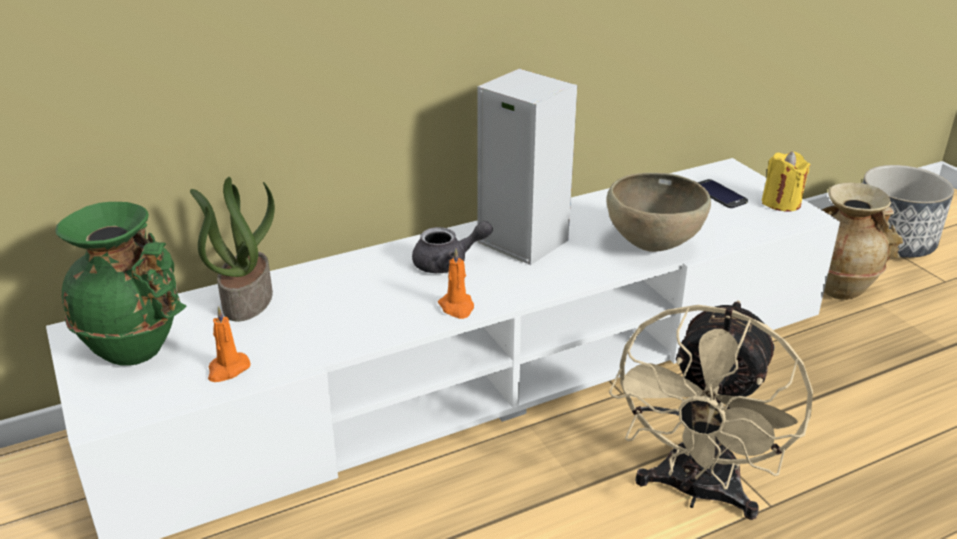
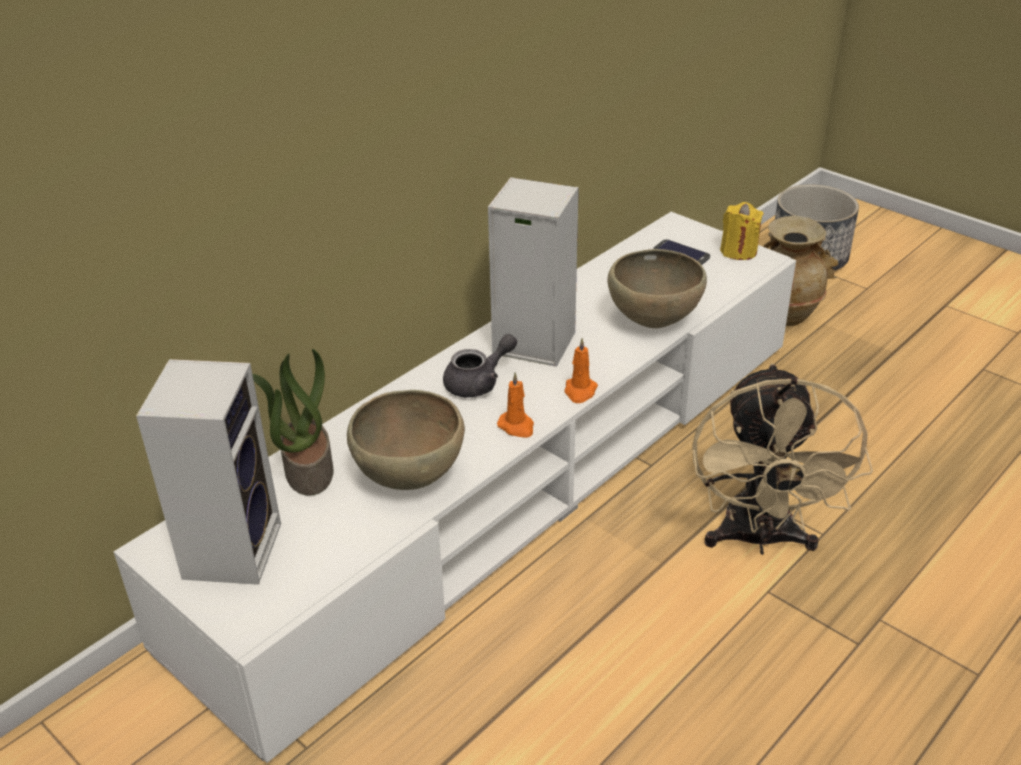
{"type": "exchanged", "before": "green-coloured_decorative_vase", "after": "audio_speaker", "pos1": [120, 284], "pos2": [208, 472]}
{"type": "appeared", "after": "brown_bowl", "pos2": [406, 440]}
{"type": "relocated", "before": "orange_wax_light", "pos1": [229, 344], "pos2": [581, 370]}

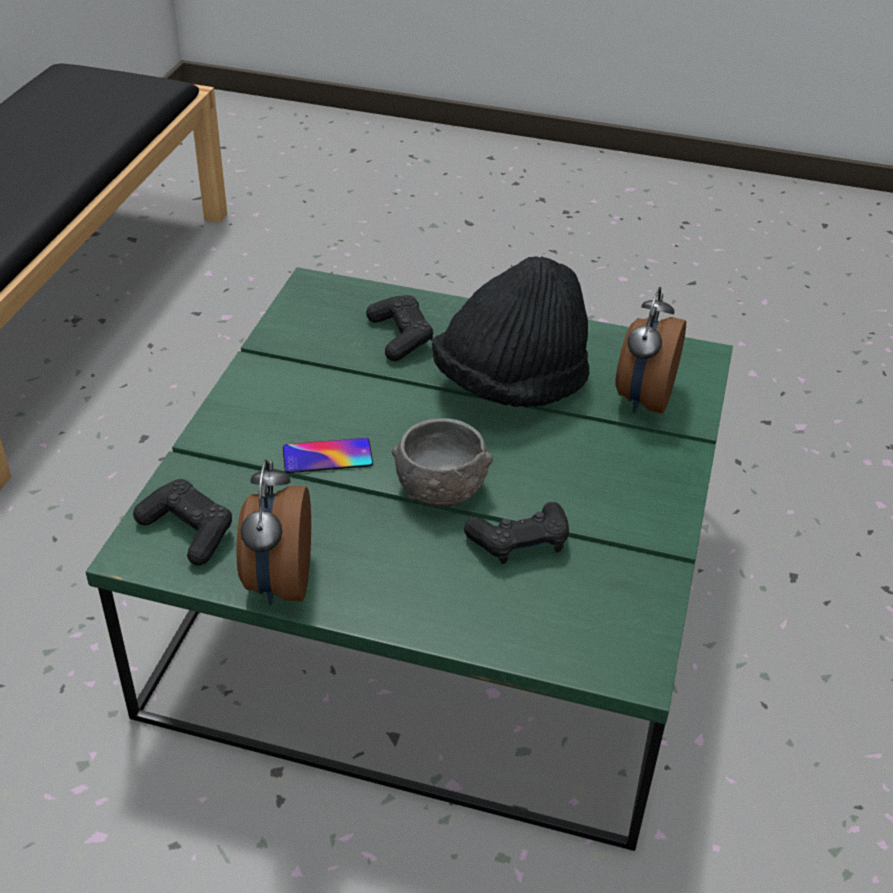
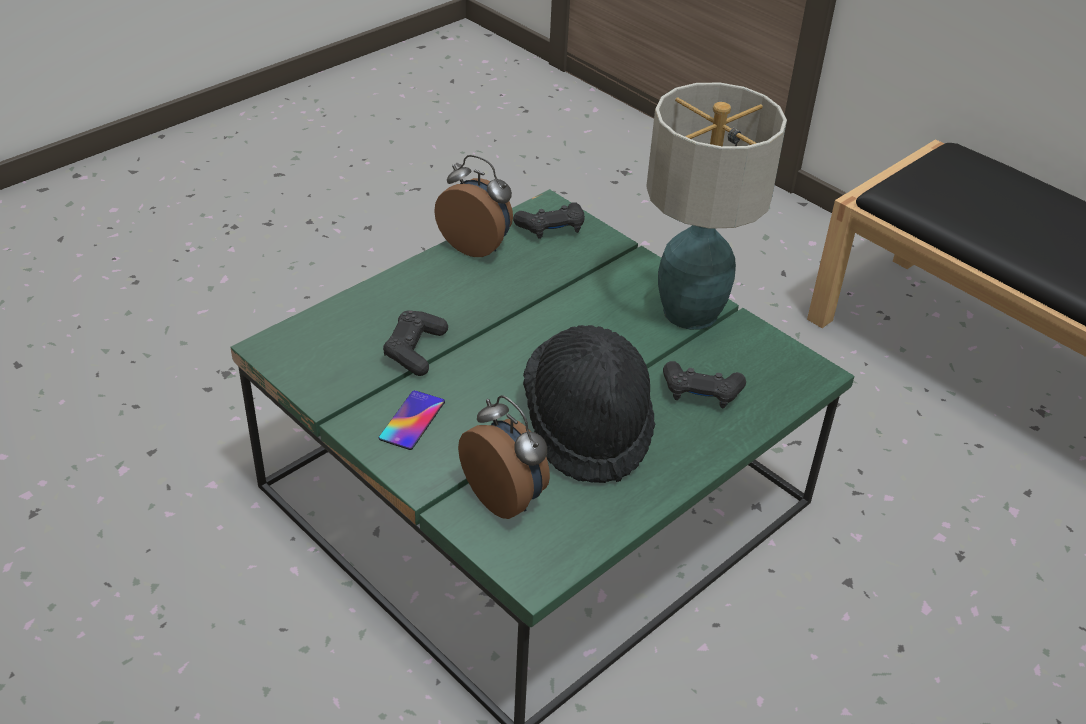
{"type": "relocated", "before": "telephone", "pos1": [328, 455], "pos2": [412, 420]}
{"type": "appeared", "after": "lamp_for_a_table", "pos2": [716, 206]}
{"type": "missing", "before": "gray_bowl", "pos1": [442, 462]}

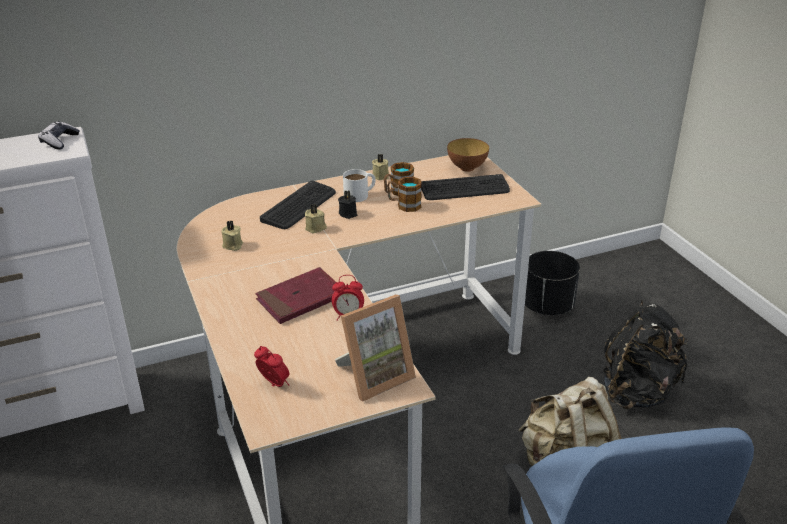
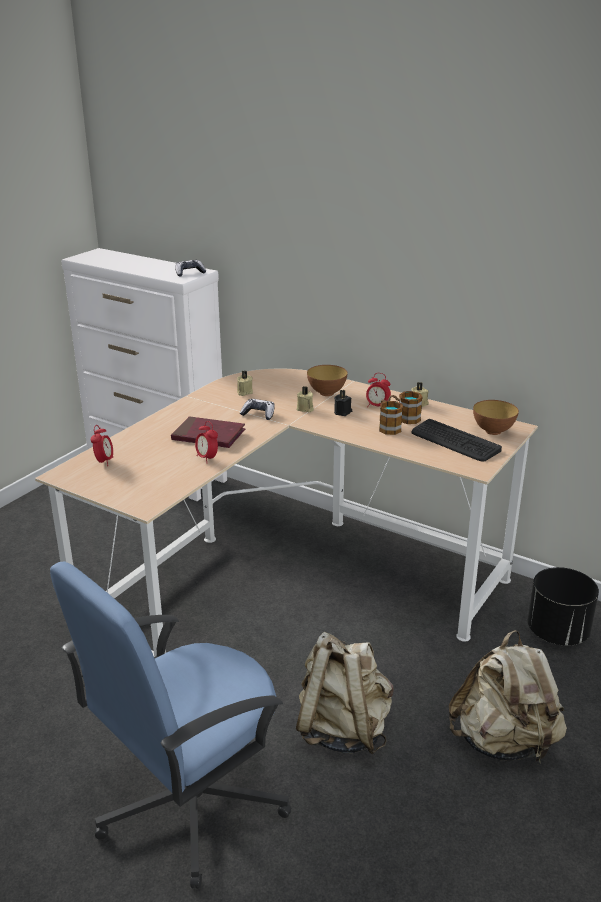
{"type": "appeared", "after": "joypad", "pos2": [257, 409]}
{"type": "exchanged", "before": "PC_keyboard", "after": "bowl", "pos1": [298, 205], "pos2": [327, 380]}
{"type": "exchanged", "before": "white-coloured_coffee_mug", "after": "alarm_clock", "pos1": [359, 185], "pos2": [378, 390]}
{"type": "colour", "before": "black_knapsack", "after": "sand-coloured_knapsack", "pos1": [645, 354], "pos2": [508, 697]}
{"type": "missing", "before": "photo_frame", "pos1": [375, 348]}

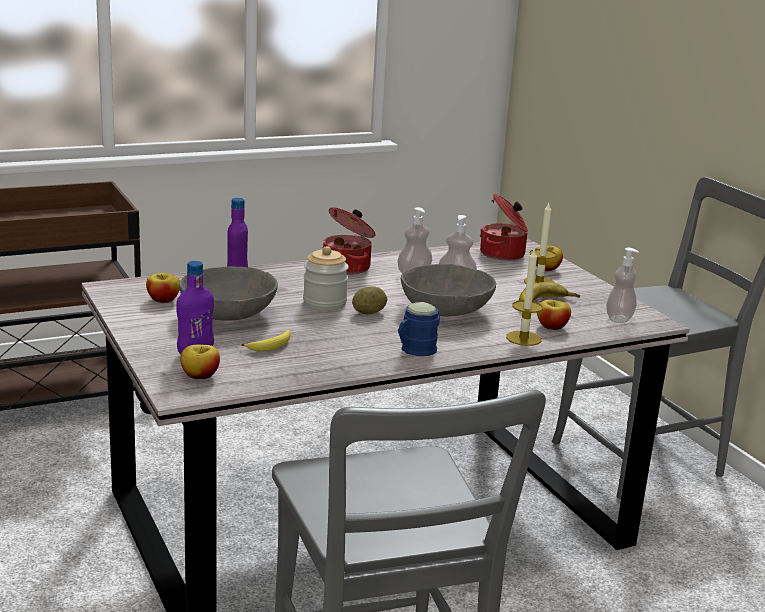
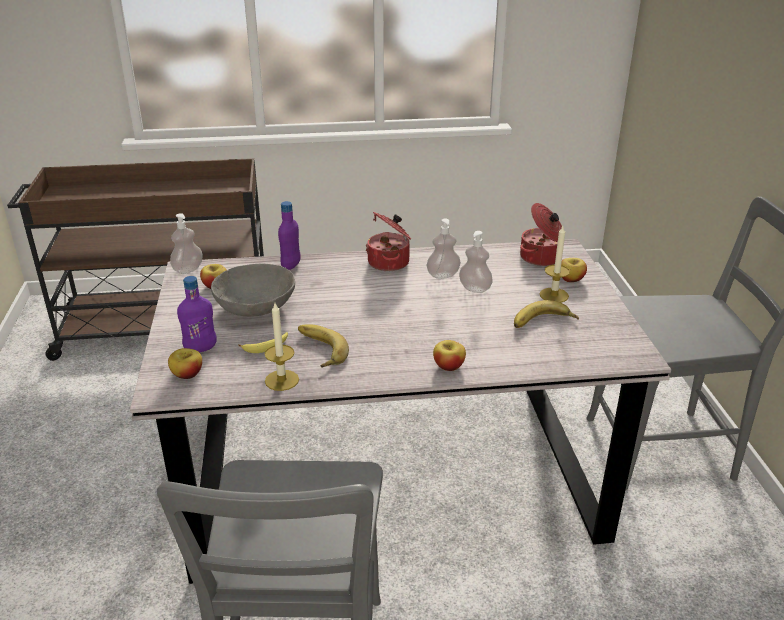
{"type": "relocated", "before": "soap_dispenser", "pos1": [622, 285], "pos2": [186, 243]}
{"type": "relocated", "before": "wax_light", "pos1": [524, 296], "pos2": [282, 347]}
{"type": "appeared", "after": "banana_fruit", "pos2": [323, 346]}
{"type": "relocated", "before": "whole_apple", "pos1": [554, 315], "pos2": [449, 355]}
{"type": "missing", "before": "storage_jar", "pos1": [326, 278]}
{"type": "missing", "before": "spud", "pos1": [369, 300]}
{"type": "missing", "before": "blue_coffee_mug", "pos1": [419, 329]}
{"type": "missing", "before": "gray_bowl", "pos1": [448, 290]}

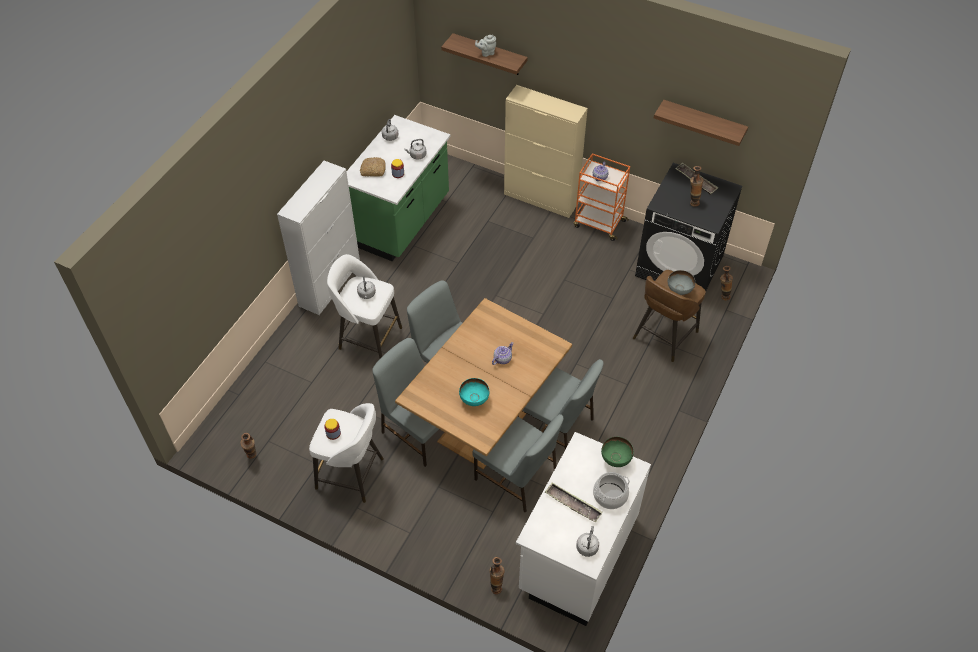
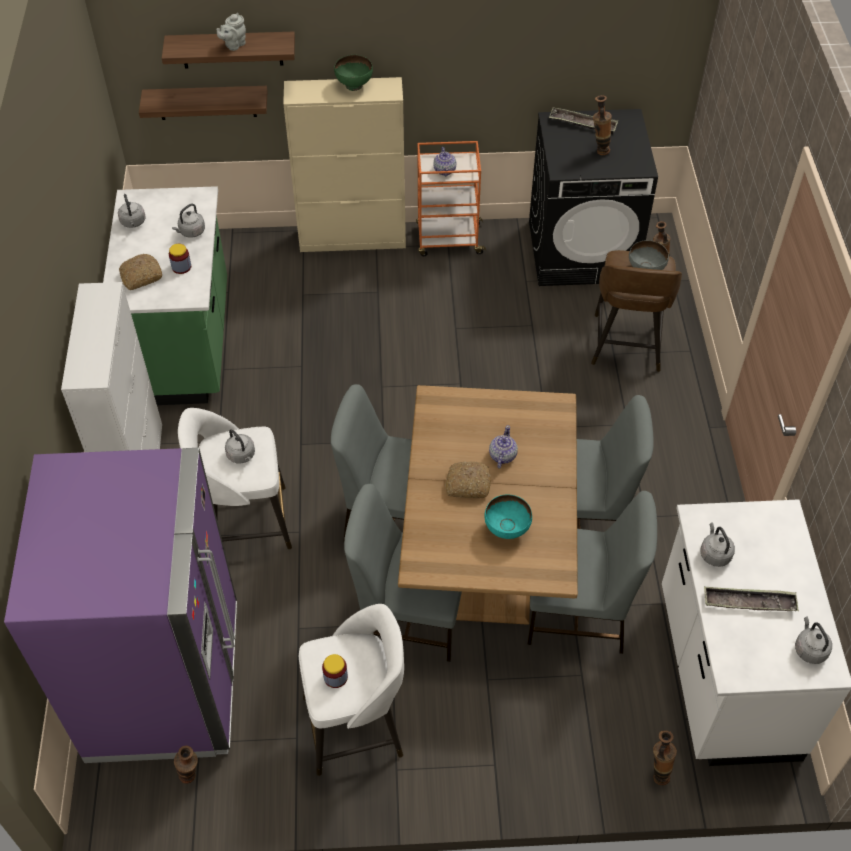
{"type": "appeared", "after": "purple-coloured_refrigerator", "pos2": [120, 605]}
{"type": "relocated", "before": "wall_shelf", "pos1": [701, 123], "pos2": [203, 103]}
{"type": "relocated", "before": "green-coloured_bowl", "pos1": [617, 452], "pos2": [353, 73]}
{"type": "appeared", "after": "bread", "pos2": [468, 480]}
{"type": "appeared", "after": "gray_water_kettle", "pos2": [717, 544]}
{"type": "missing", "before": "cooking_pot", "pos1": [611, 490]}

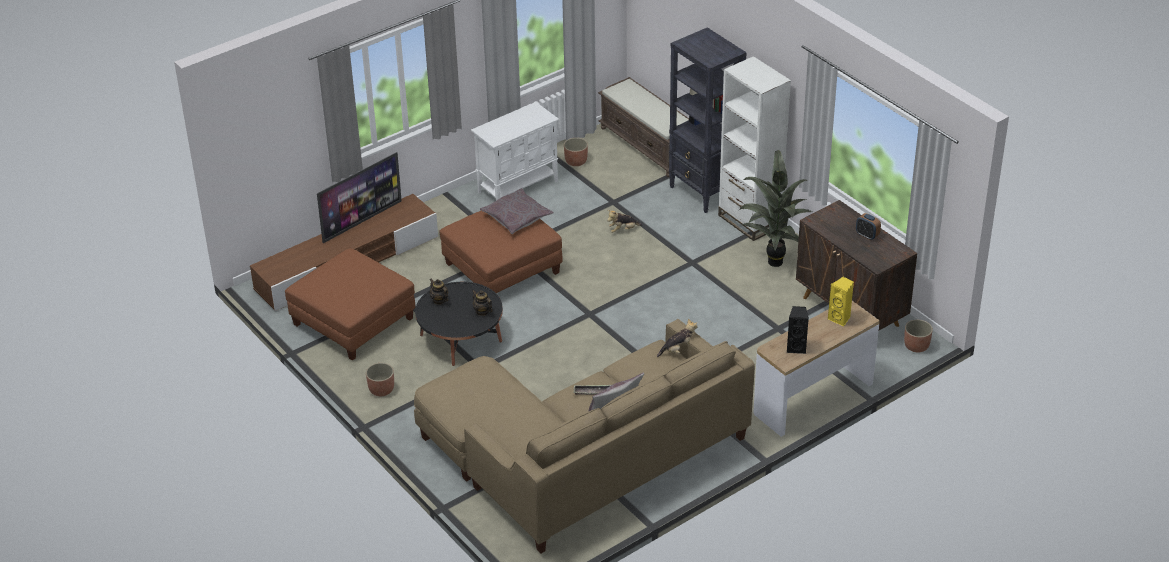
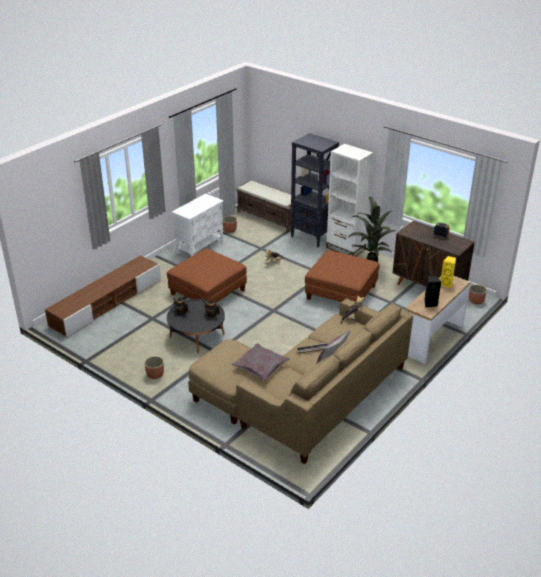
{"type": "relocated", "before": "gray_cushion", "pos1": [517, 211], "pos2": [261, 362]}
{"type": "relocated", "before": "brown_pouffe", "pos1": [350, 304], "pos2": [342, 276]}
{"type": "missing", "before": "TV", "pos1": [359, 197]}

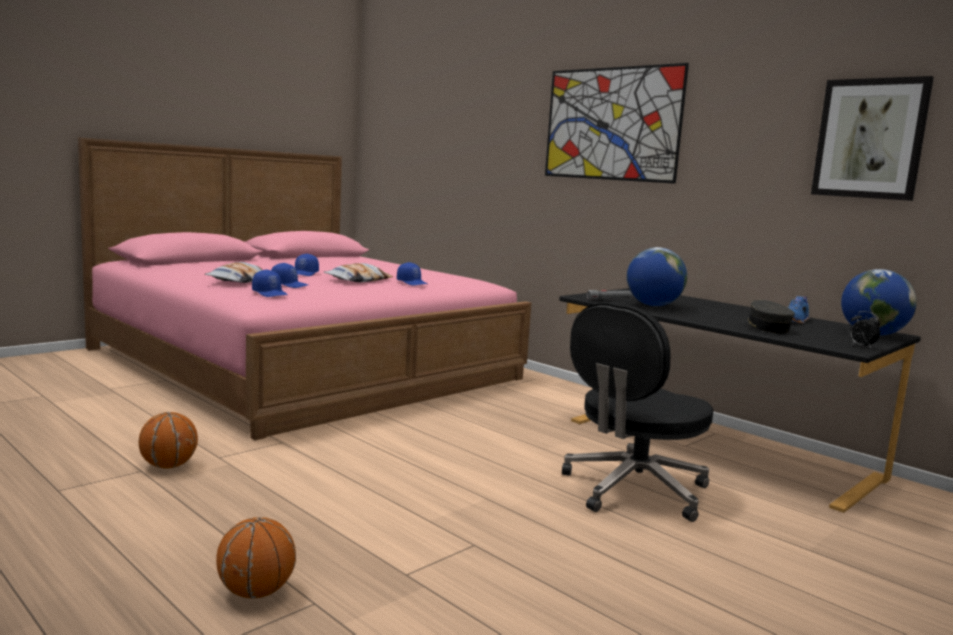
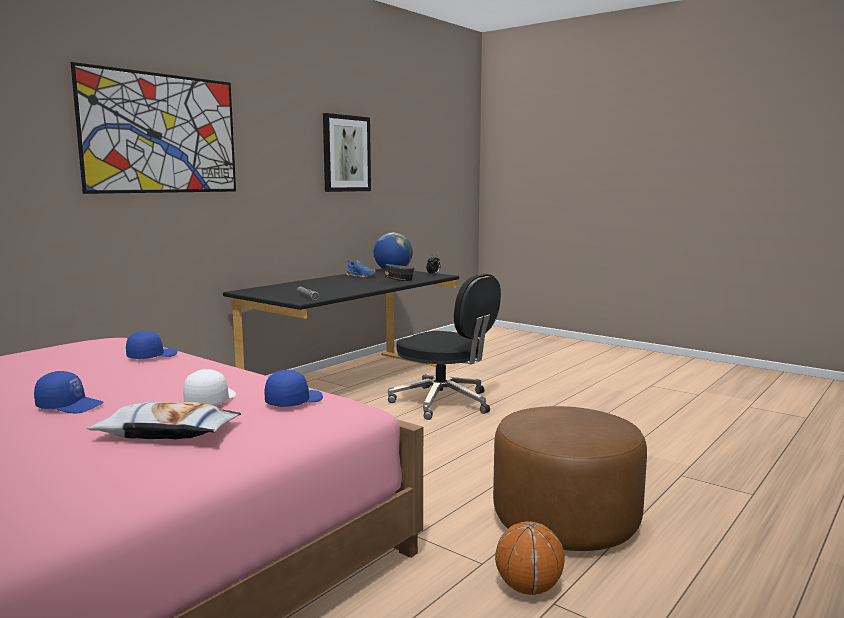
{"type": "colour", "before": "blue_baseball_cap", "after": "white-coloured_baseball_cap", "pos1": [289, 275], "pos2": [209, 387]}
{"type": "appeared", "after": "brown_pouffe", "pos2": [570, 478]}
{"type": "missing", "before": "basketball", "pos1": [256, 558]}
{"type": "missing", "before": "cushion", "pos1": [358, 272]}
{"type": "missing", "before": "globe", "pos1": [657, 276]}

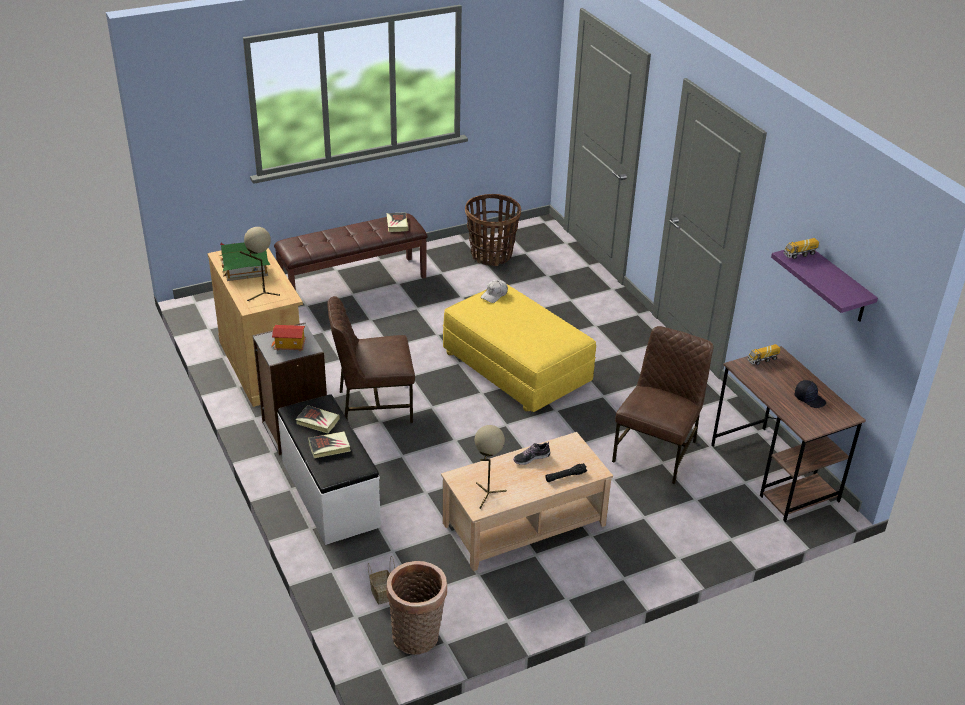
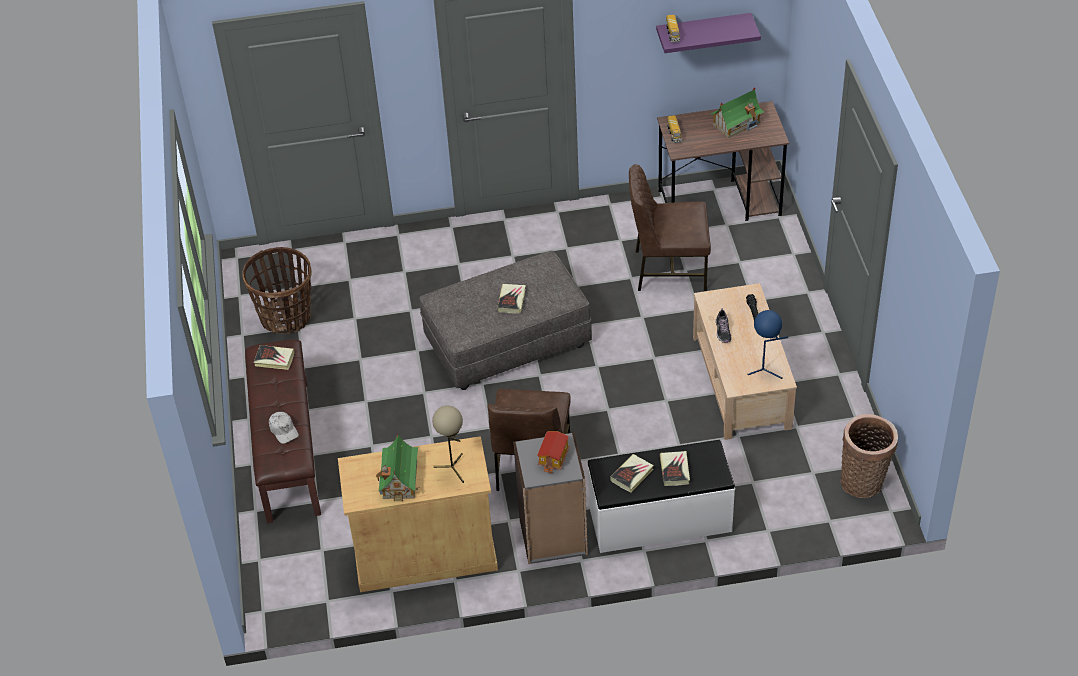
{"type": "relocated", "before": "white-coloured_baseball_cap", "pos1": [494, 291], "pos2": [284, 428]}
{"type": "colour", "before": "yellow_pouffe", "after": "gray_pouffe", "pos1": [519, 348], "pos2": [505, 320]}
{"type": "appeared", "after": "volume", "pos2": [511, 298]}
{"type": "spun", "before": "brown_upright_chair", "pos1": [663, 405], "pos2": [670, 227], "turn": -45}
{"type": "exchanged", "before": "black_baseball_cap", "after": "toy_house", "pos1": [810, 394], "pos2": [736, 112]}
{"type": "colour", "before": "sand-coloured_lamp_for_a_table", "after": "blue_lamp_for_a_table", "pos1": [491, 467], "pos2": [767, 344]}
{"type": "missing", "before": "household_basket", "pos1": [381, 580]}

